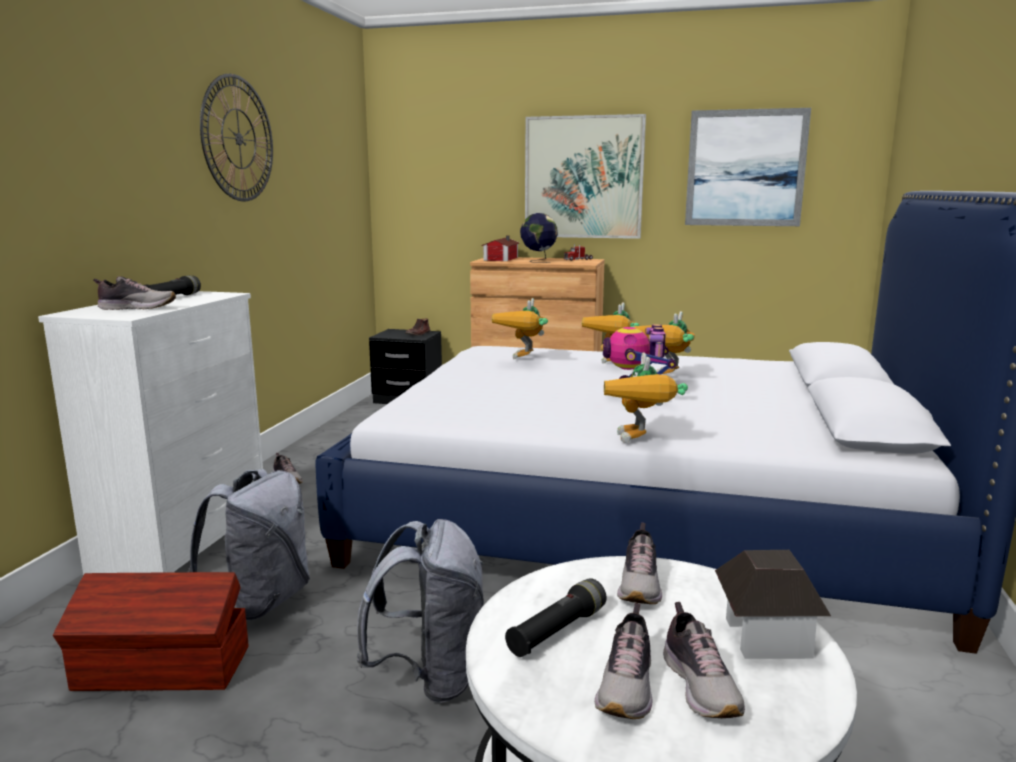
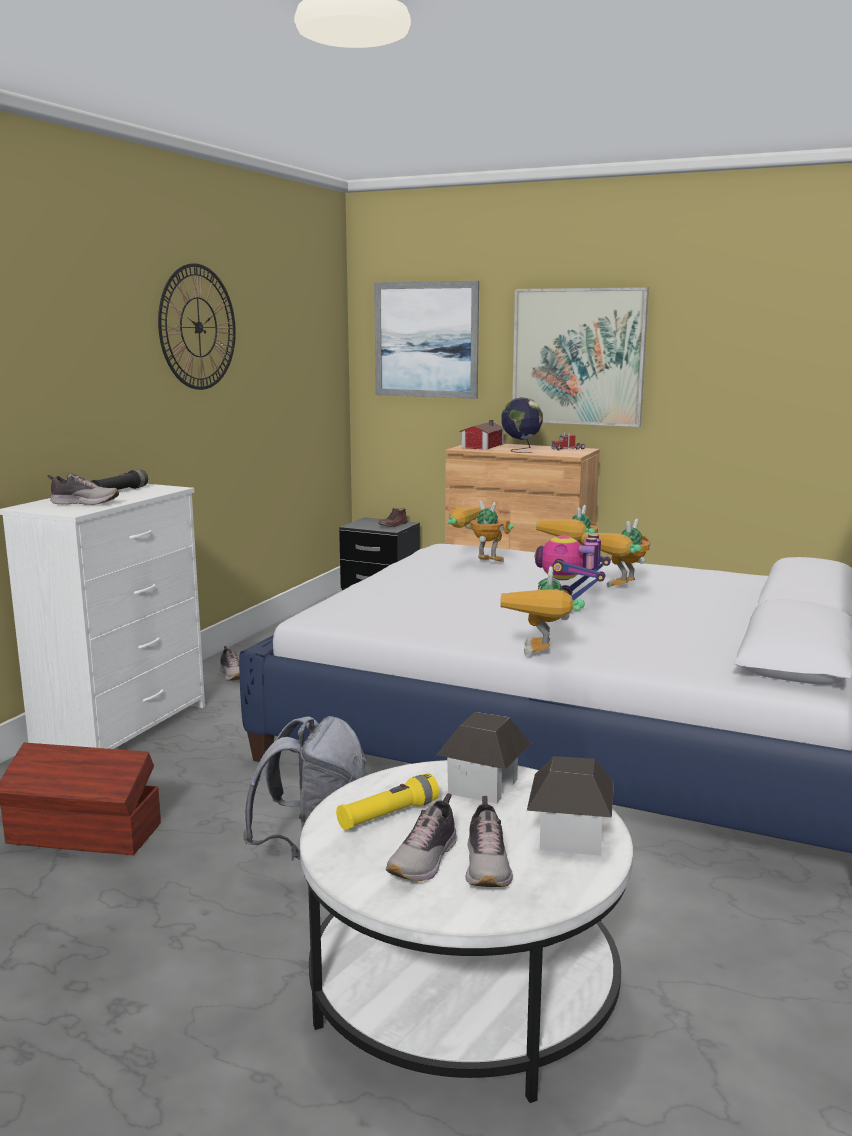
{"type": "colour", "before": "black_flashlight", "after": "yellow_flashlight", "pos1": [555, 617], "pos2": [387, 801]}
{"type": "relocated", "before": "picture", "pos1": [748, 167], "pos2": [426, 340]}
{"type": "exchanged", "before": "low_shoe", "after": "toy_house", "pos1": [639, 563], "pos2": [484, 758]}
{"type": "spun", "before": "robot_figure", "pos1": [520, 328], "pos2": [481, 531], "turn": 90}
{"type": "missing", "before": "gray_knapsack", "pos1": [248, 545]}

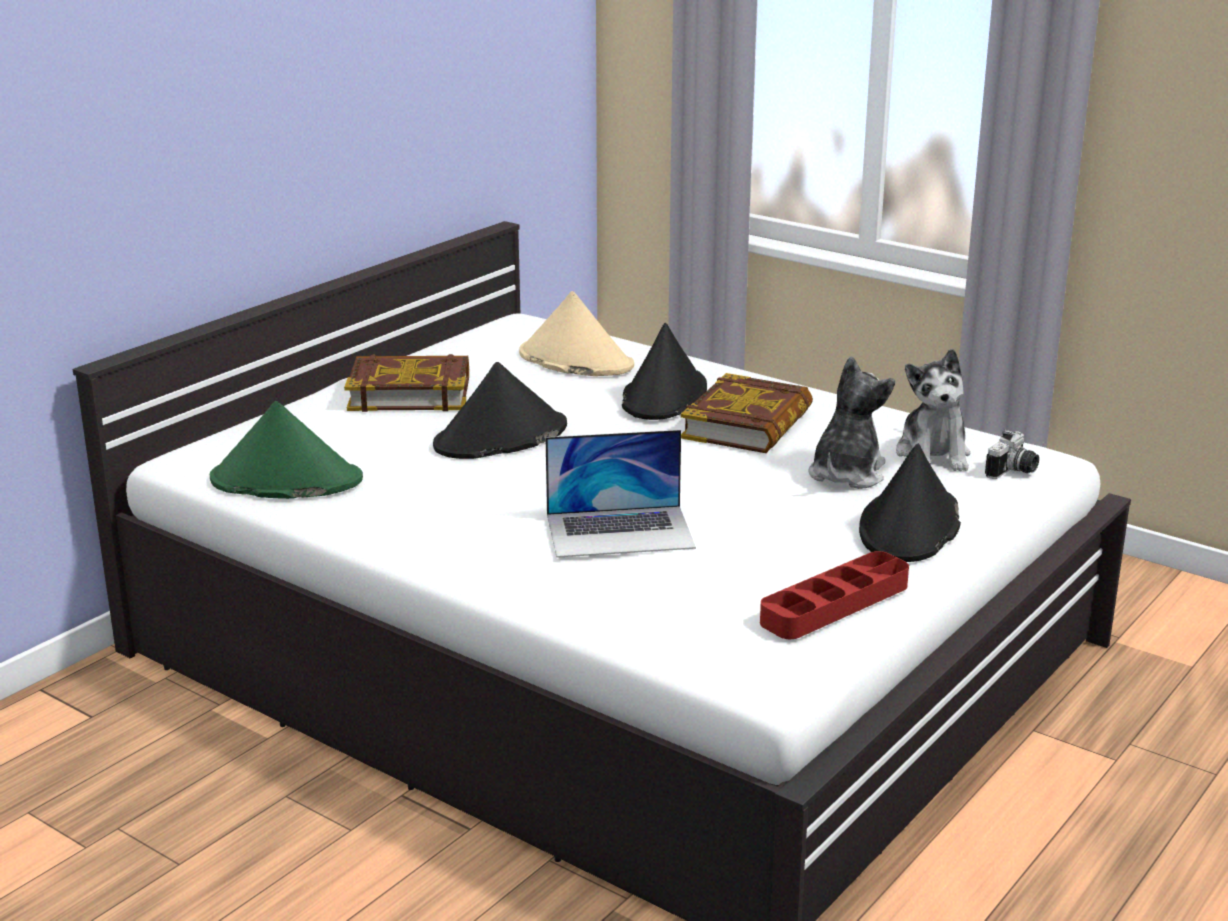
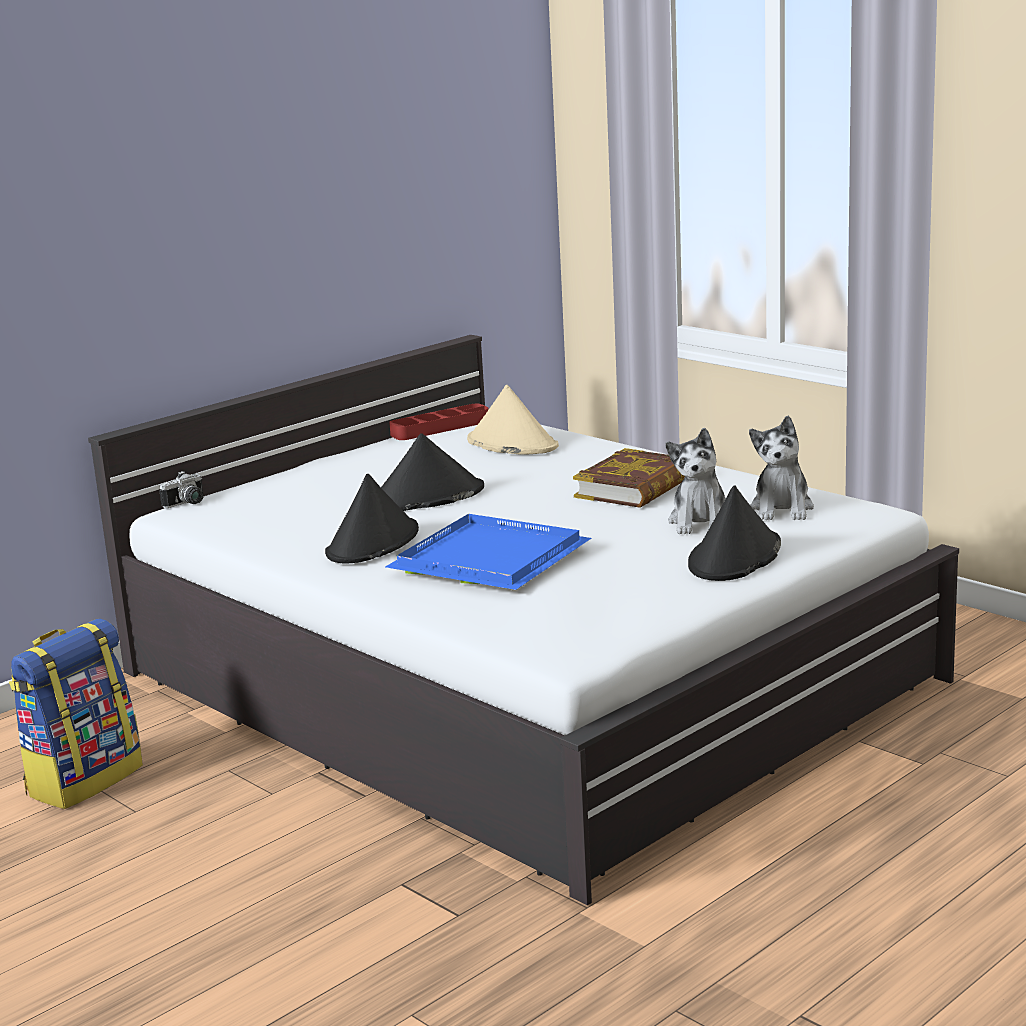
{"type": "appeared", "after": "knapsack", "pos2": [76, 714]}
{"type": "relocated", "before": "still_camera", "pos1": [1012, 454], "pos2": [181, 489]}
{"type": "relocated", "before": "black_hat", "pos1": [664, 371], "pos2": [372, 519]}
{"type": "exchanged", "before": "notebook_computer", "after": "blue_carrying_tray", "pos1": [621, 494], "pos2": [488, 552]}
{"type": "relocated", "before": "red-coloured_carrying_tray", "pos1": [834, 595], "pos2": [438, 422]}
{"type": "spun", "before": "plush_toy", "pos1": [851, 422], "pos2": [695, 481], "turn": 150}
{"type": "missing", "before": "green-coloured_hat", "pos1": [286, 450]}
{"type": "missing", "before": "volume", "pos1": [406, 383]}

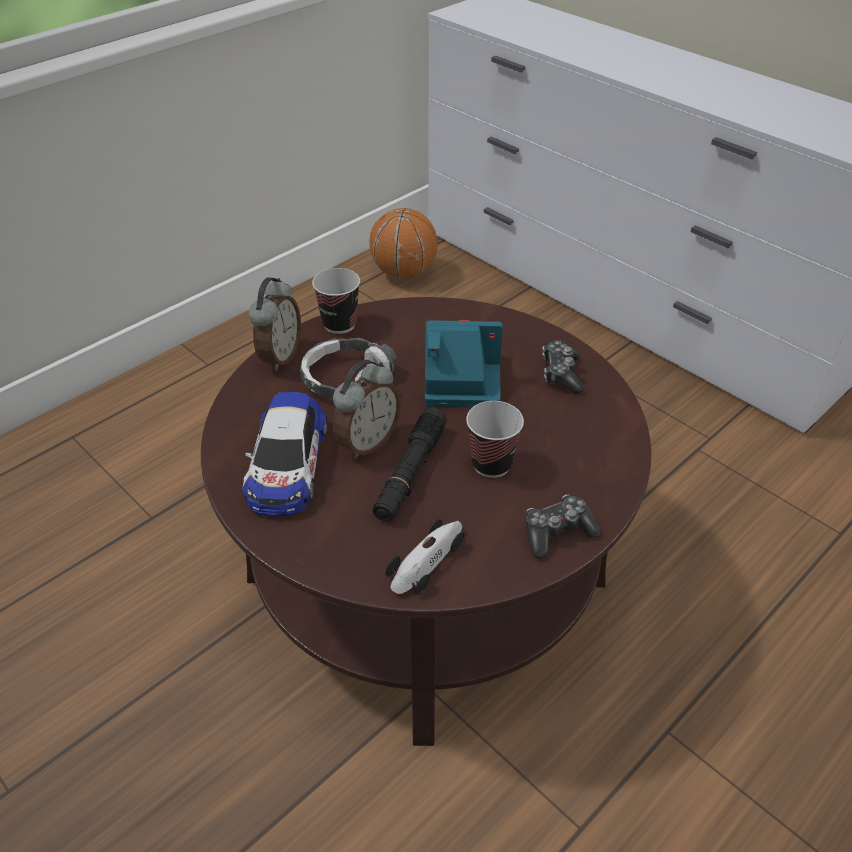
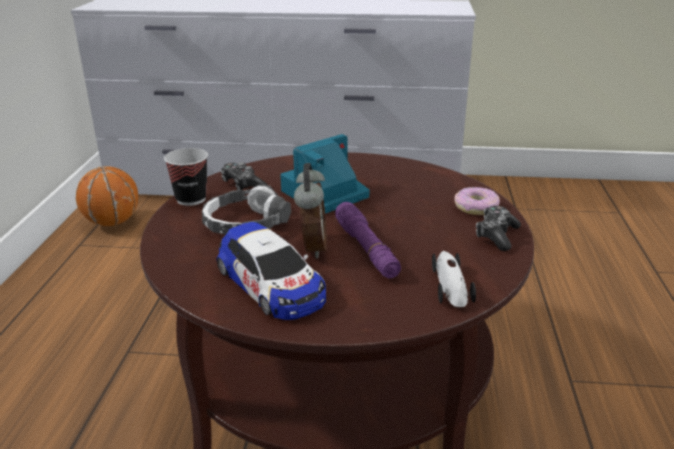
{"type": "relocated", "before": "joypad", "pos1": [563, 367], "pos2": [244, 176]}
{"type": "colour", "before": "black_flashlight", "after": "purple-coloured_flashlight", "pos1": [410, 464], "pos2": [368, 240]}
{"type": "appeared", "after": "donut", "pos2": [477, 201]}
{"type": "missing", "before": "alarm_clock", "pos1": [275, 324]}
{"type": "missing", "before": "drinking_cup", "pos1": [495, 439]}

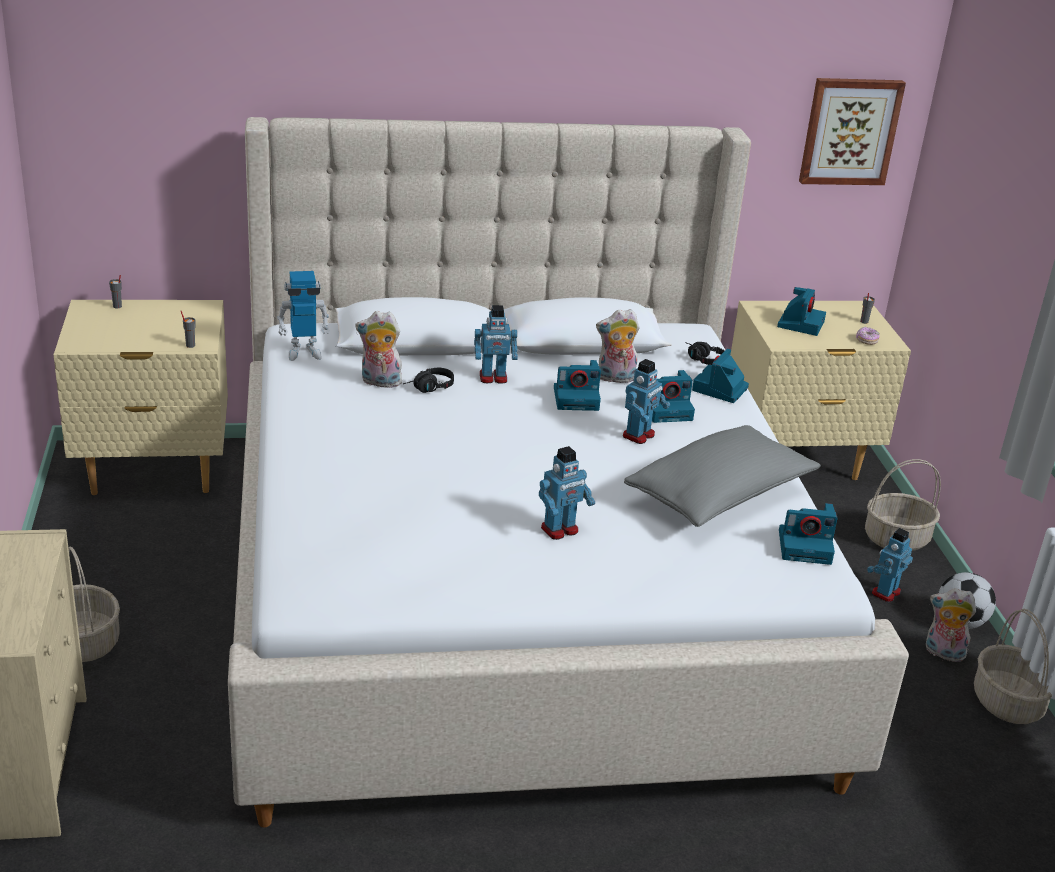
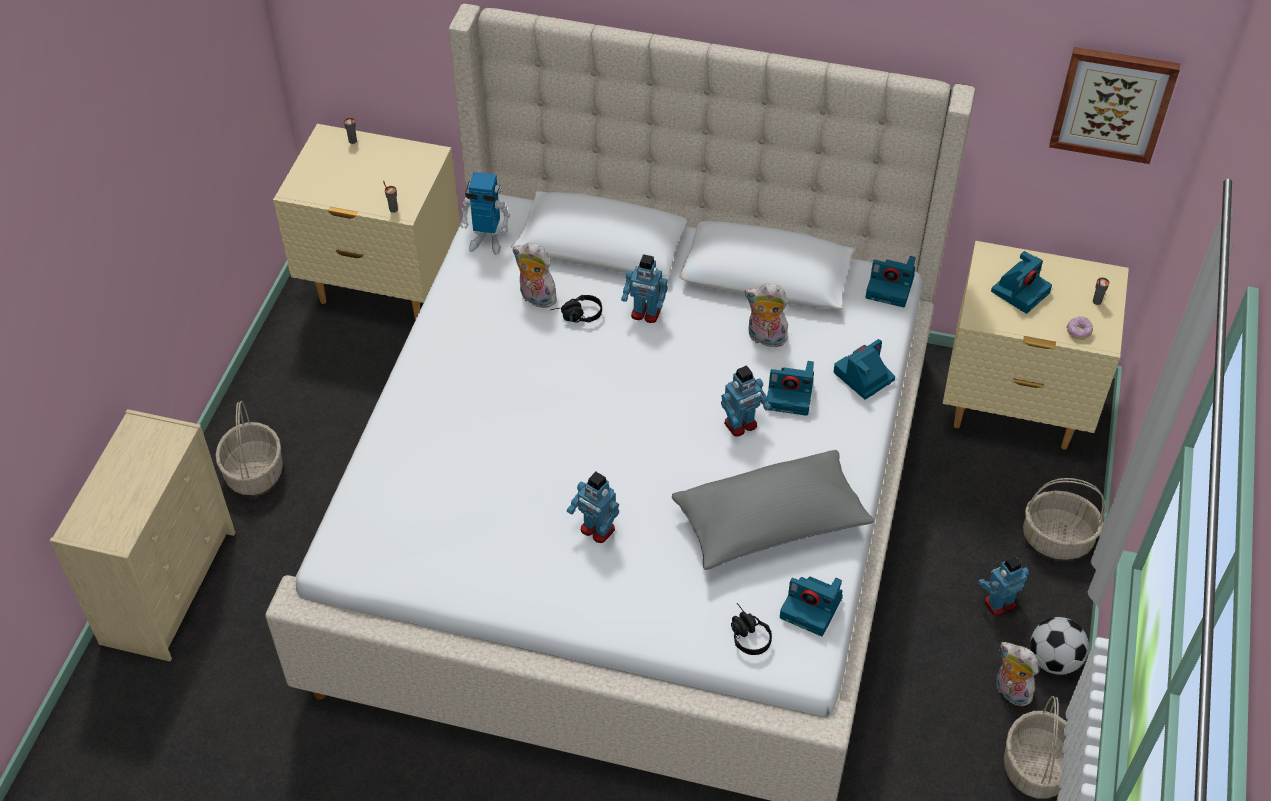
{"type": "spun", "before": "robot_figure", "pos1": [567, 493], "pos2": [593, 507], "turn": 45}
{"type": "relocated", "before": "black_headset", "pos1": [705, 353], "pos2": [751, 629]}
{"type": "relocated", "before": "still_camera", "pos1": [577, 385], "pos2": [890, 281]}

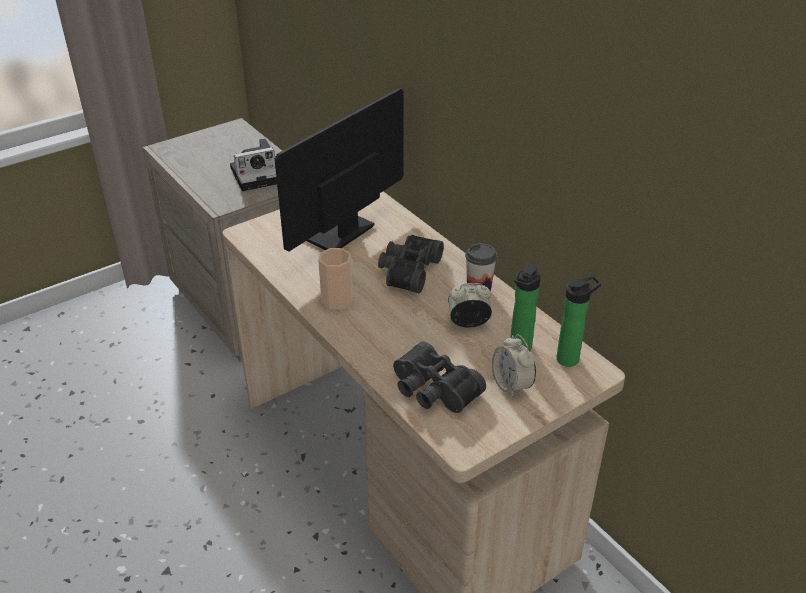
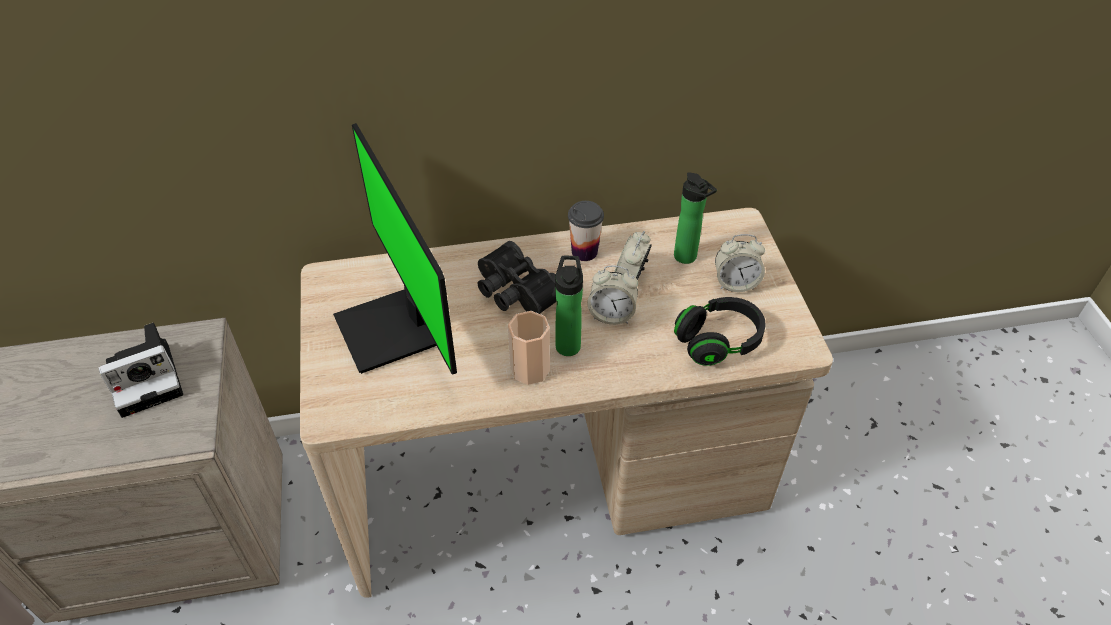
{"type": "spun", "before": "still_camera", "pos1": [253, 164], "pos2": [141, 370], "turn": 60}
{"type": "relocated", "before": "bottle", "pos1": [579, 321], "pos2": [569, 306]}
{"type": "appeared", "after": "alarm_clock", "pos2": [612, 295]}
{"type": "exchanged", "before": "black_pair_of_binoculars", "after": "black_headset", "pos1": [439, 377], "pos2": [720, 331]}

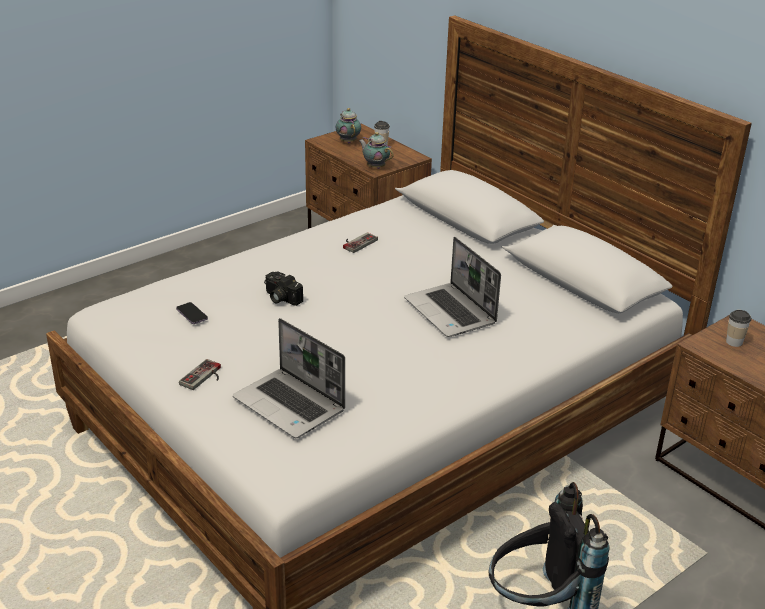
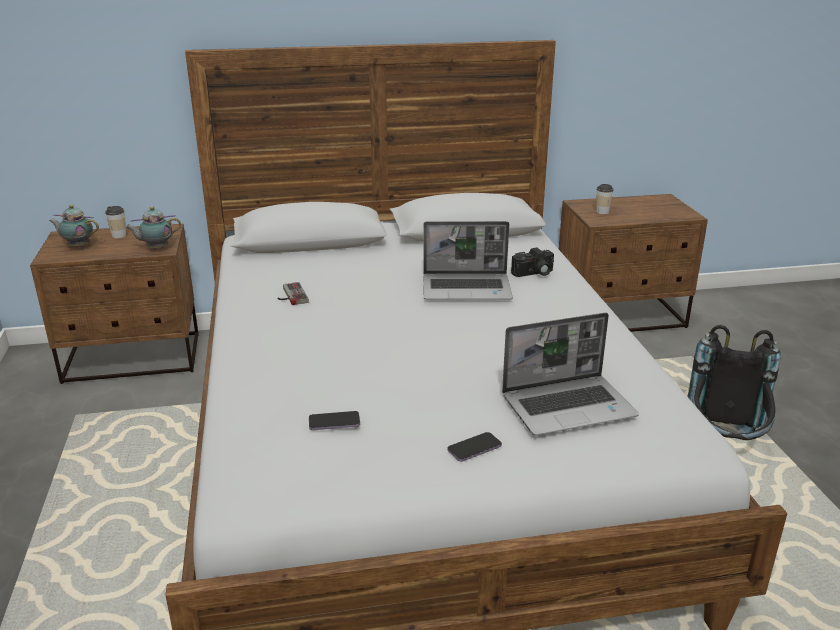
{"type": "exchanged", "before": "joypad", "after": "telephone", "pos1": [200, 374], "pos2": [474, 447]}
{"type": "relocated", "before": "still_camera", "pos1": [283, 288], "pos2": [532, 262]}

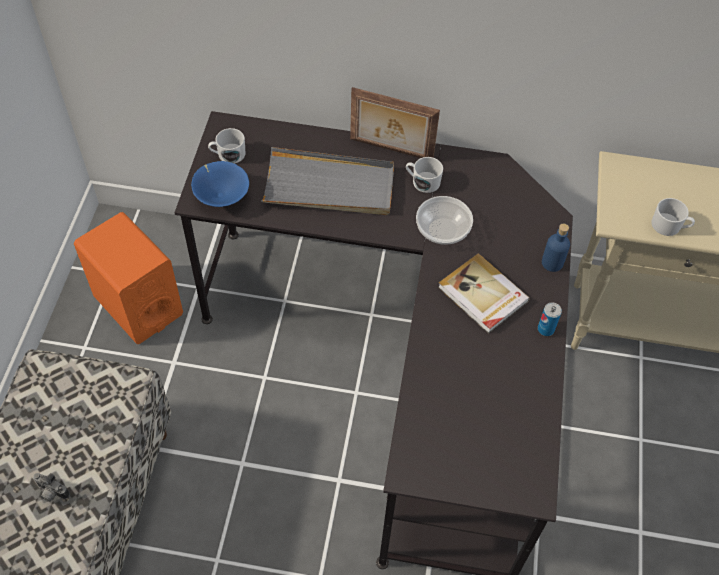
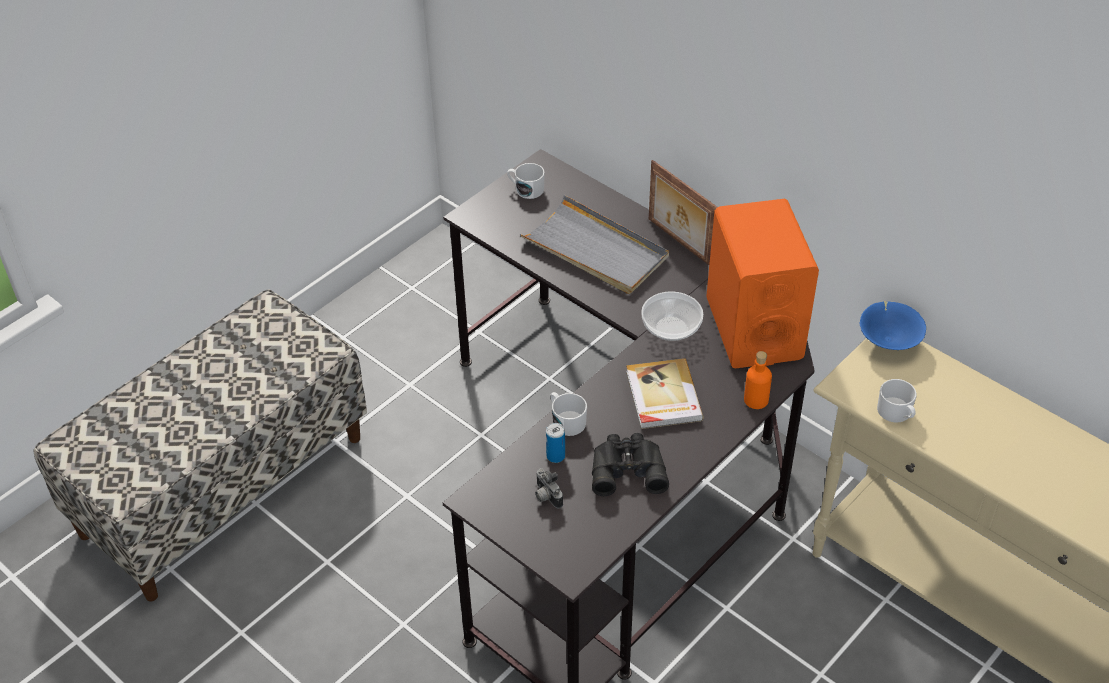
{"type": "relocated", "before": "still_camera", "pos1": [51, 487], "pos2": [549, 488]}
{"type": "relocated", "before": "sealed_can", "pos1": [550, 319], "pos2": [555, 443]}
{"type": "relocated", "before": "white-coloured_coffee_mug", "pos1": [424, 175], "pos2": [568, 414]}
{"type": "appeared", "after": "black_pair_of_binoculars", "pos2": [630, 464]}
{"type": "relocated", "before": "orange_audio_speaker", "pos1": [128, 278], "pos2": [762, 283]}
{"type": "colour", "before": "blue_bottle", "after": "orange_bottle", "pos1": [556, 247], "pos2": [758, 380]}
{"type": "relocated", "before": "blue_bowl", "pos1": [220, 184], "pos2": [893, 325]}

